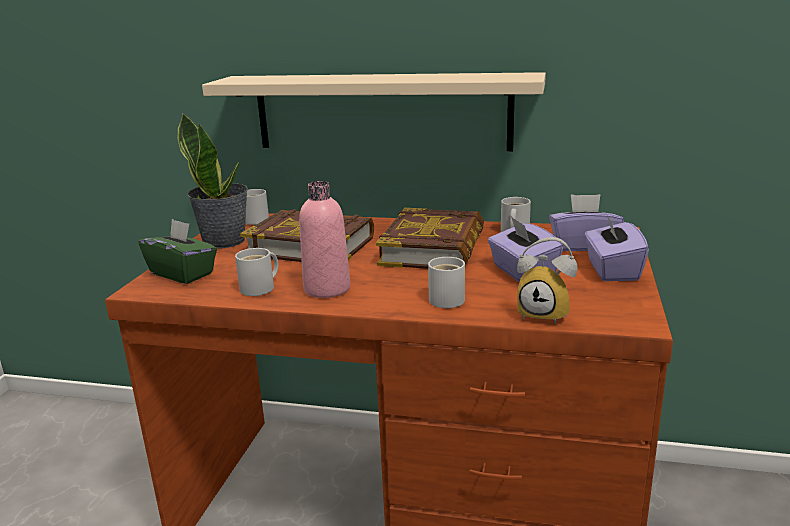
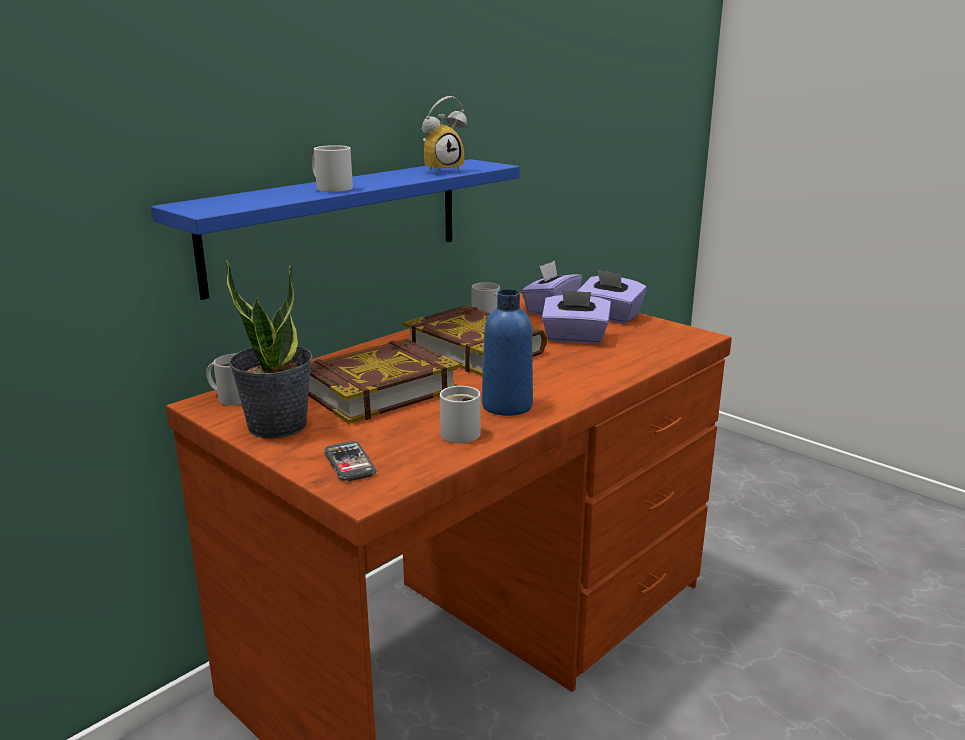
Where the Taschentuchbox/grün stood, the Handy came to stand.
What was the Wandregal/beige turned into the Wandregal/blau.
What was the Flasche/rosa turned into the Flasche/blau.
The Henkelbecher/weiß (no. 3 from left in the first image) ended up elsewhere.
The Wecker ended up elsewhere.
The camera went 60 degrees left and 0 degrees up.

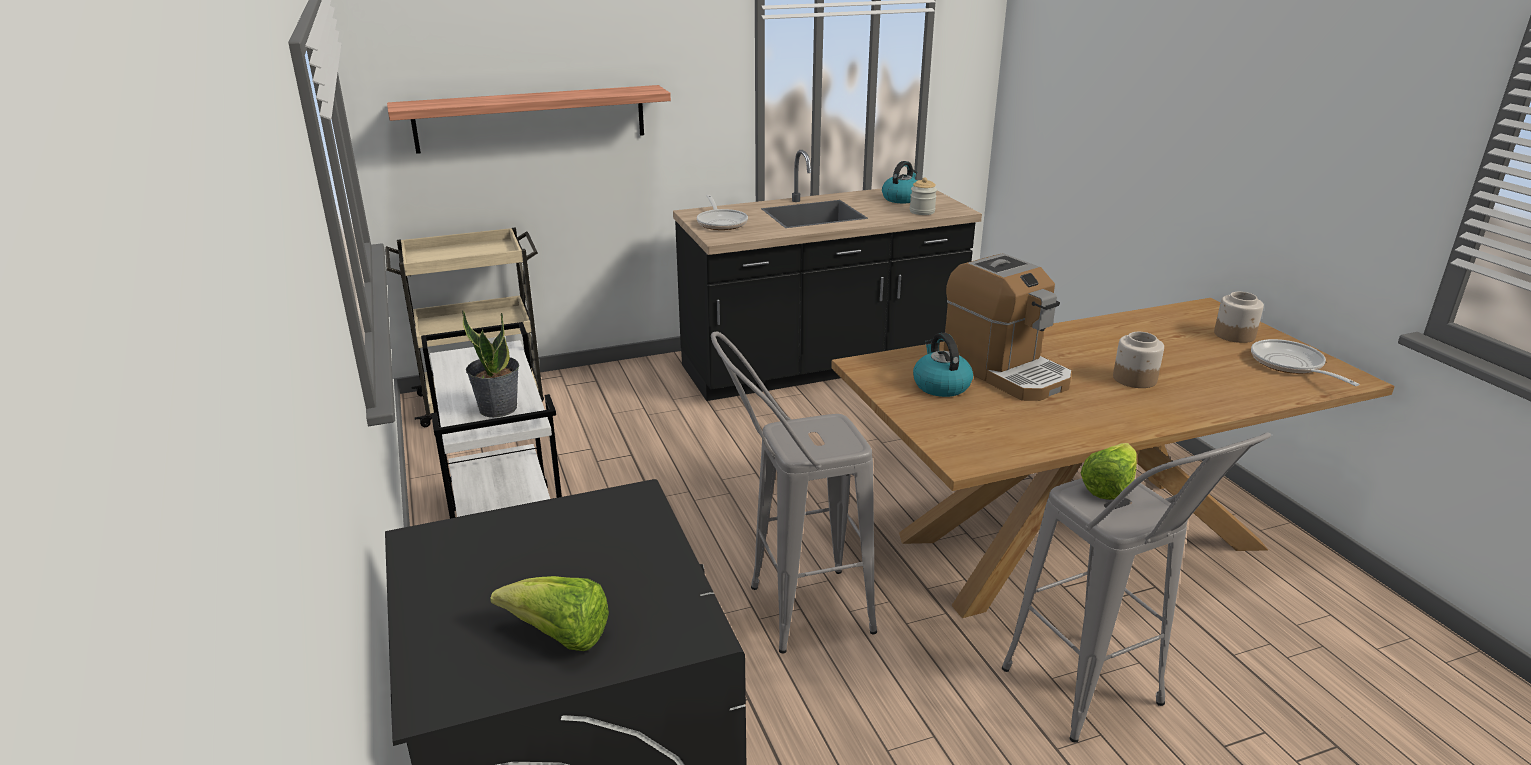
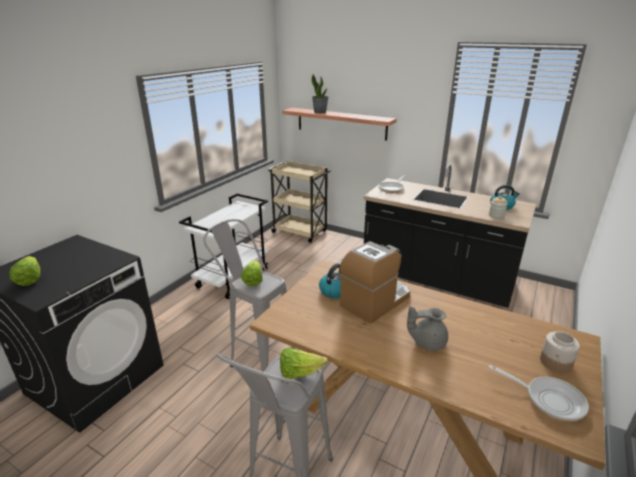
The Topfpflanze ended up elsewhere.
The Kaffeemaschine ended up facing another way, 150 degrees counterclockwise from before.
Where the Vorratsglas (no. 2 from left) stood, the Teekanne/grau came to stand.
The Pfanne (no. 2 from left) ended up facing another way, 90 degrees clockwise from before.
The second view gained the Salatkopf (no. 2 from left).
The camera went 50 degrees right and 0 degrees up.

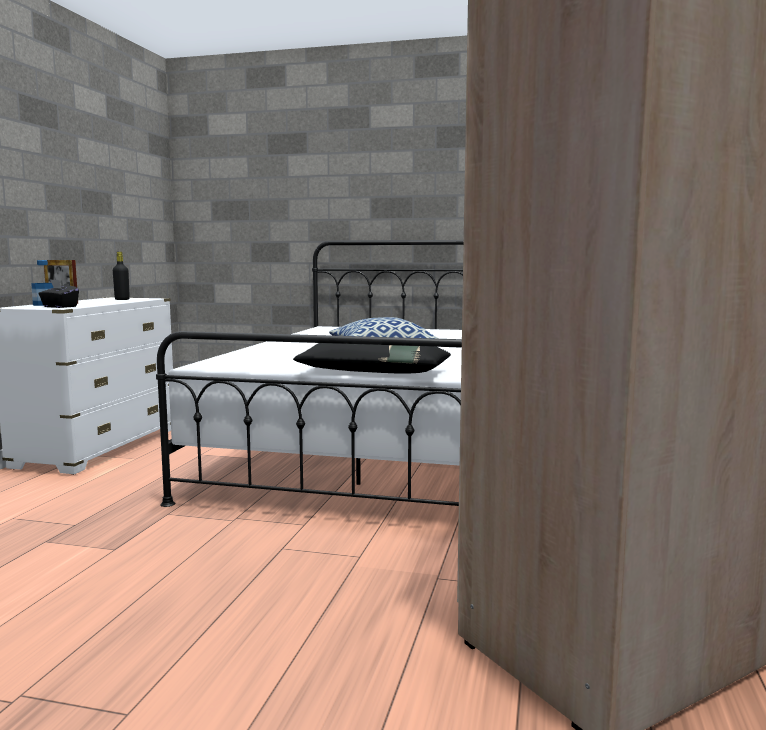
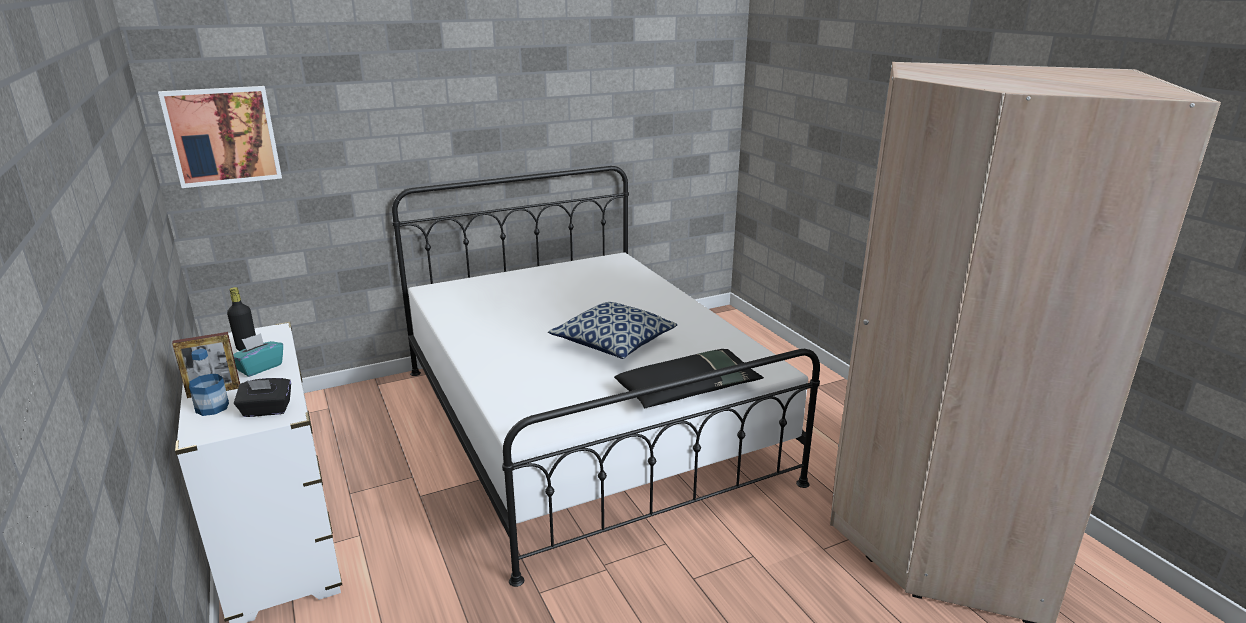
The second view gained the Bild.
The second view gained the Taschentuchbox/türkis.
The camera went 40 degrees left and 15 degrees up.

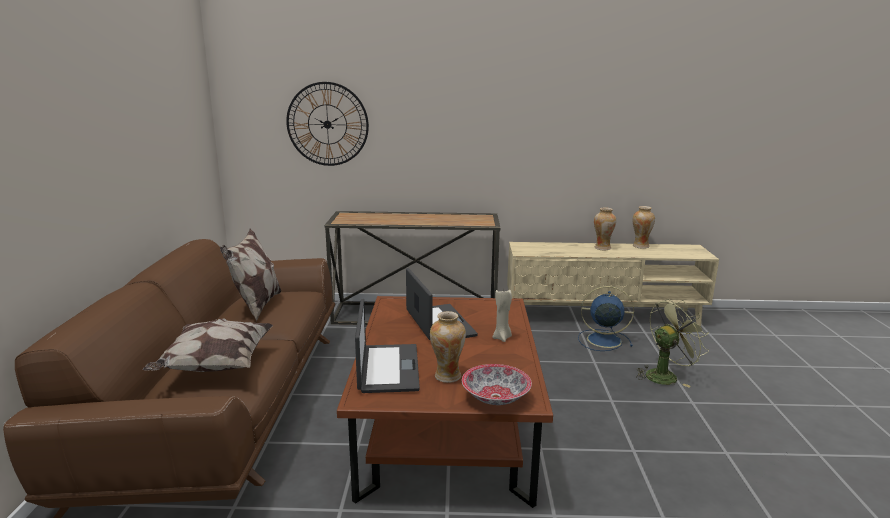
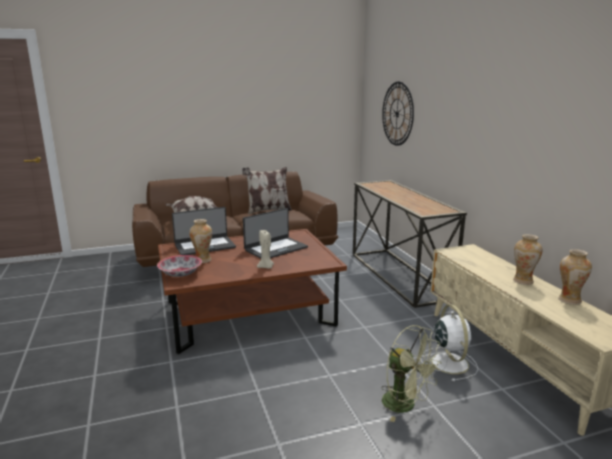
What was the Ventilator/blau turned into the Ventilator/weiß.
The camera went 70 degrees right and 0 degrees up.

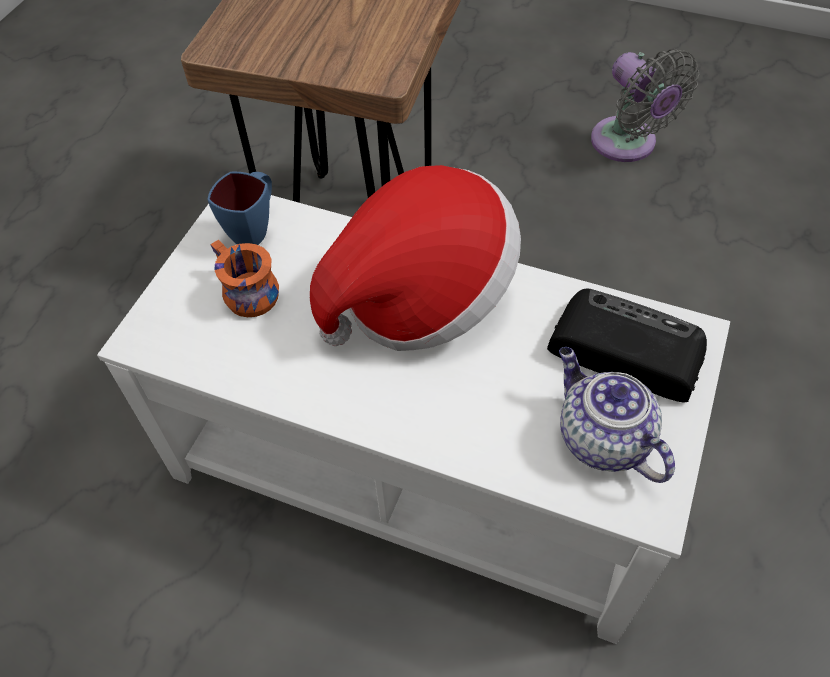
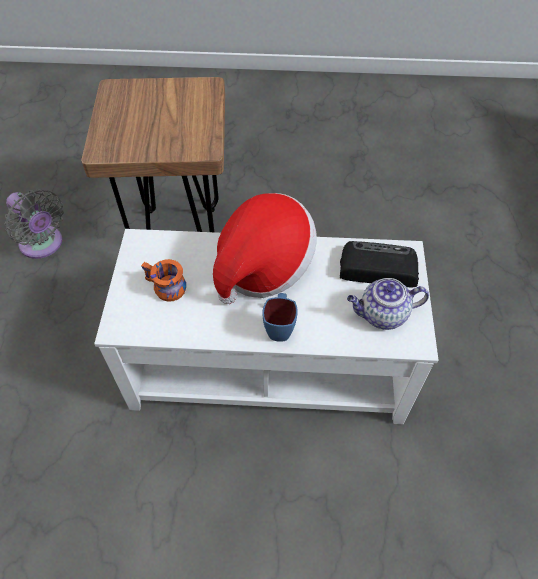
The Henkelbecher/blau ended up elsewhere.
The Teekanne ended up facing another way, 45 degrees counterclockwise from before.
The Ventilator/grau ended up elsewhere.
The camera went 20 degrees left and 0 degrees up.

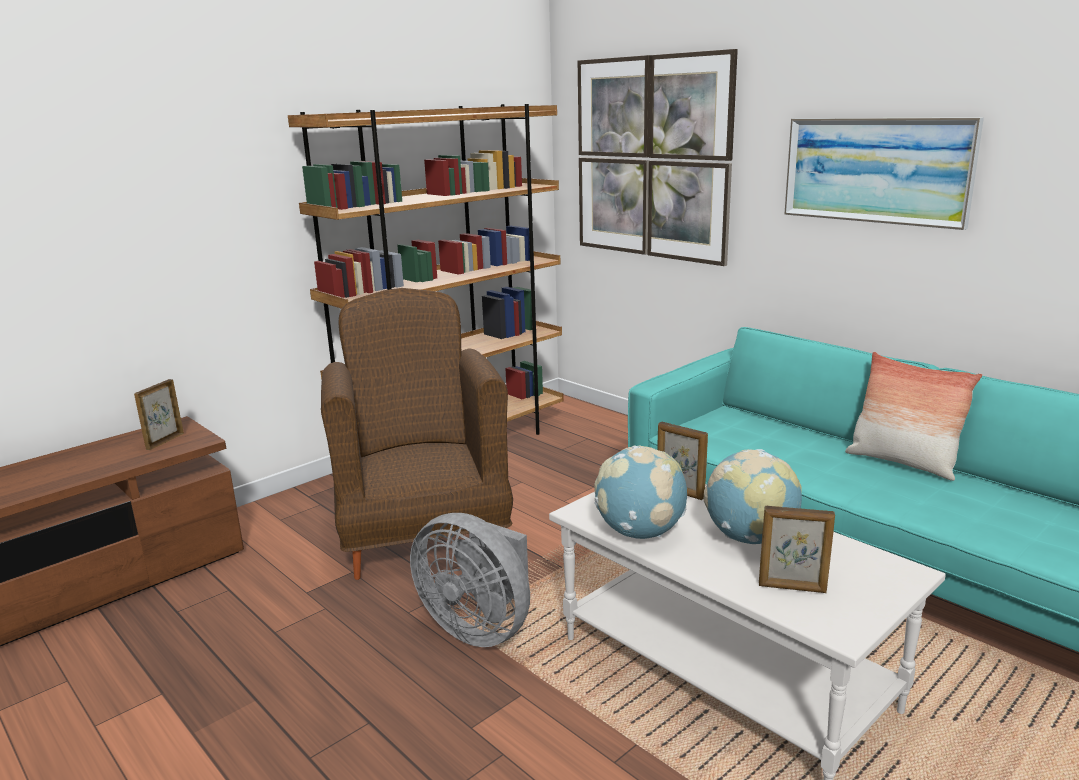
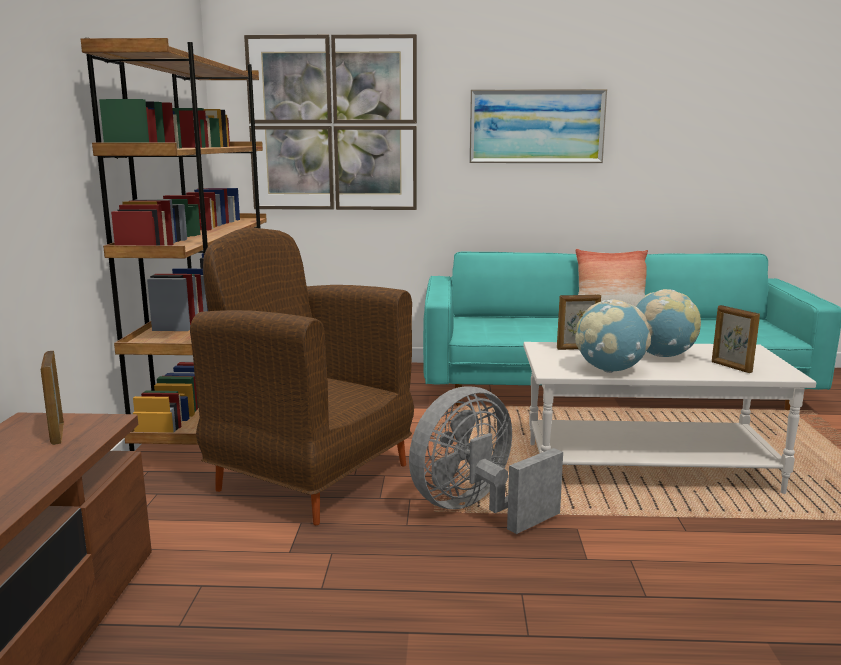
The Ventilator/grau ended up facing another way, 150 degrees clockwise from before.
The Bilderrahmen (no. 3 from left) ended up facing another way, 90 degrees clockwise from before.
The camera went 45 degrees left and 5 degrees down.

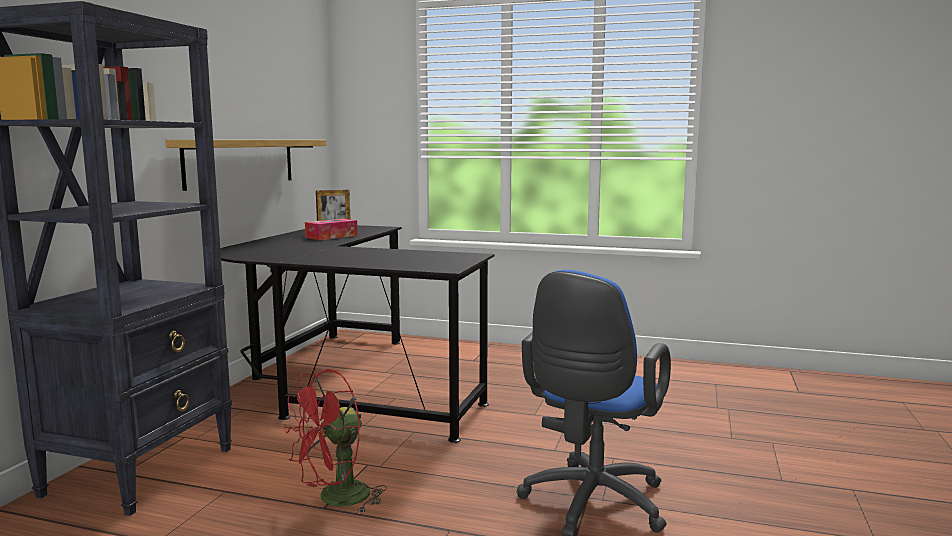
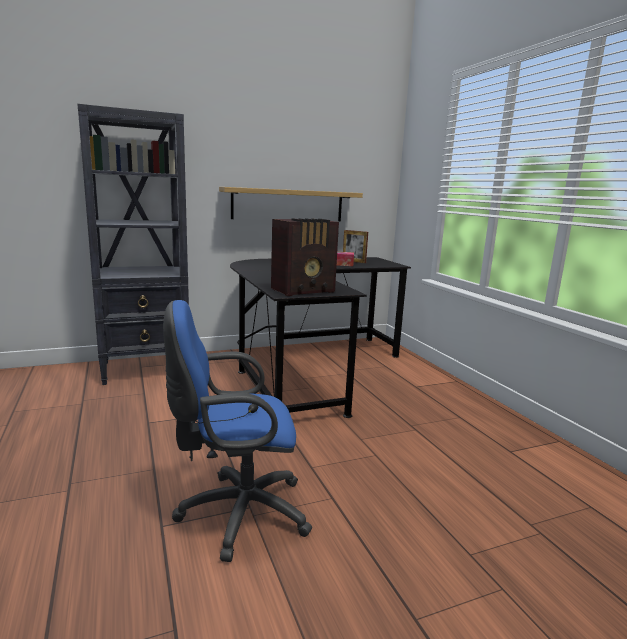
The second view lost the Ventilator/rot.
The second view gained the Radio.
The camera went 50 degrees right and 5 degrees up.

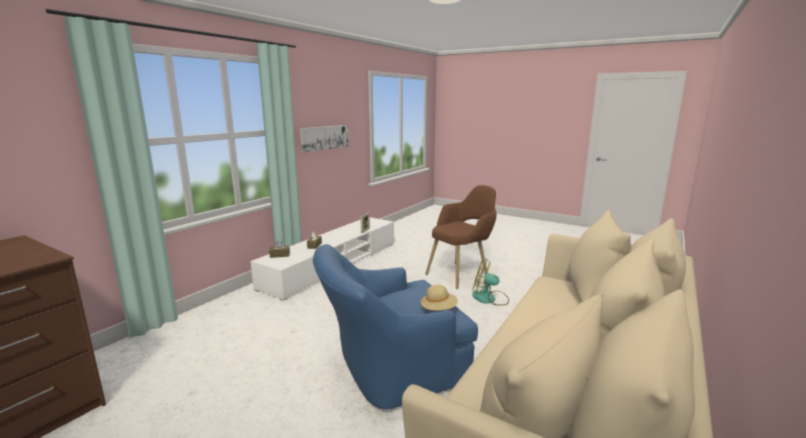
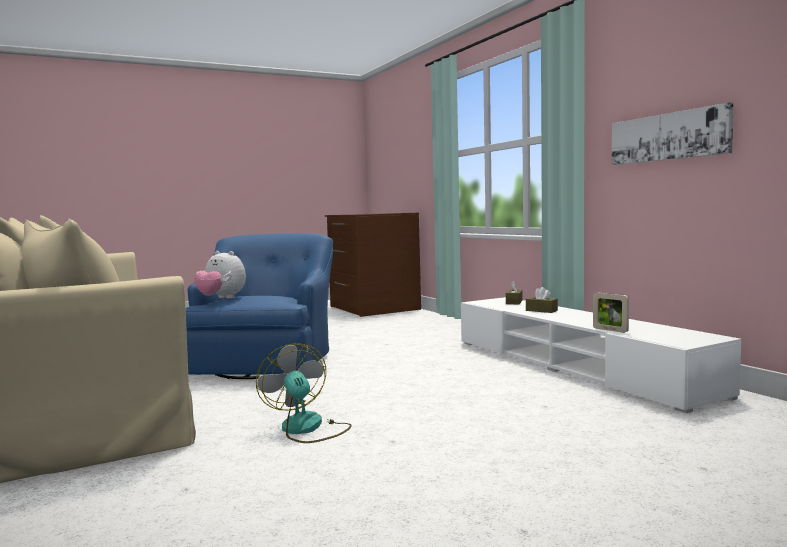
Where the Hut/beige stood, the Plüschtier came to stand.
The second view lost the Sessel/braun.
The Ventilator ended up facing another way, 75 degrees counterclockwise from before.
The camera went 120 degrees right and 10 degrees down.

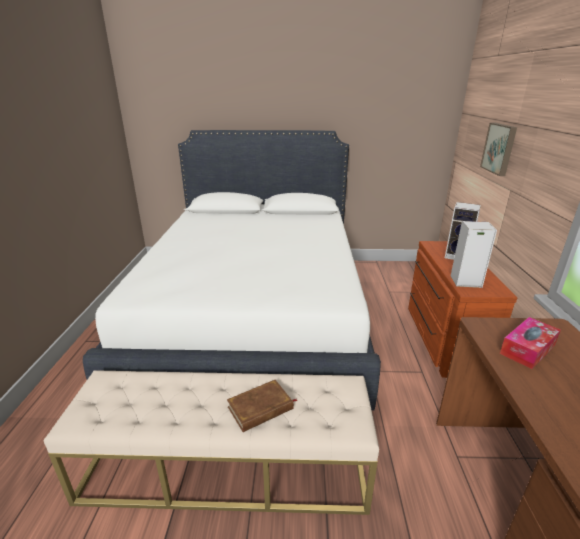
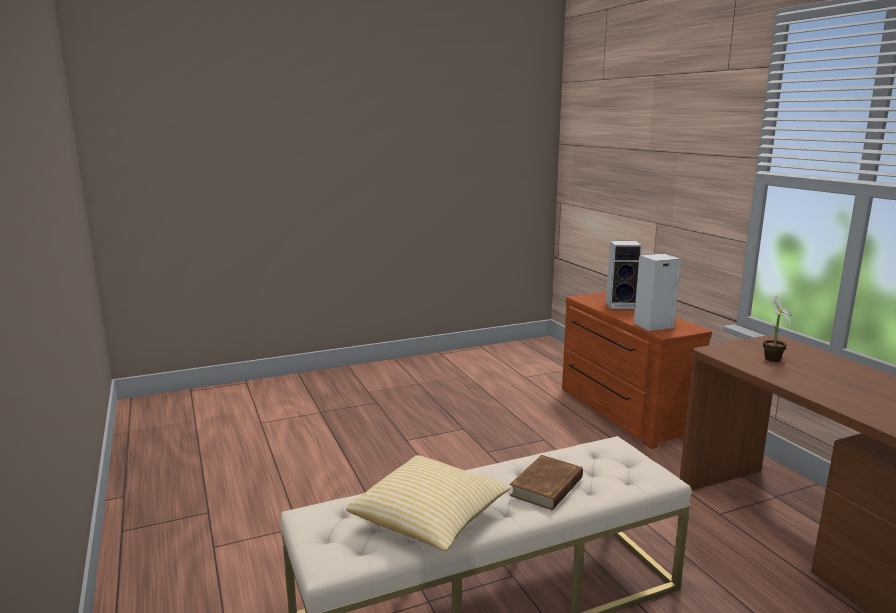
The second view lost the Bett/weiß.
The second view lost the Bild.
Where the Taschentuchbox stood, the Topfpflanze came to stand.
The second view gained the Kissen.
The camera went 25 degrees left and 10 degrees down.

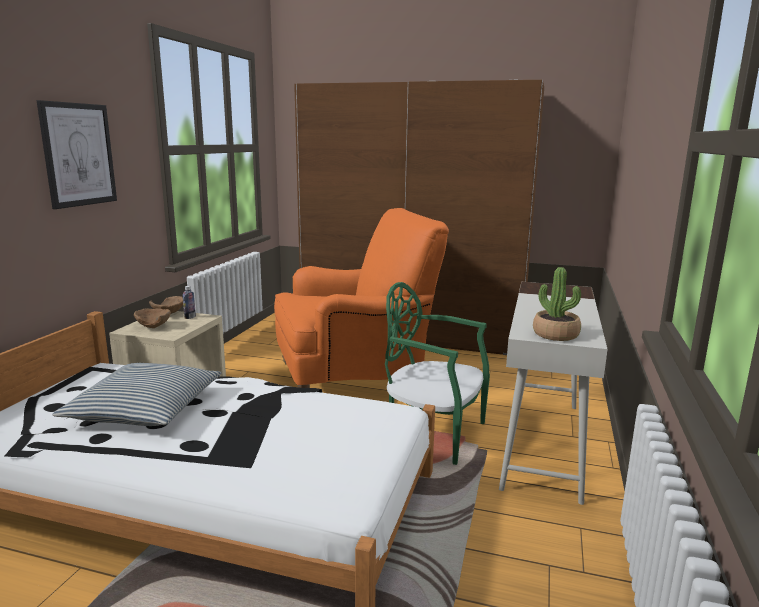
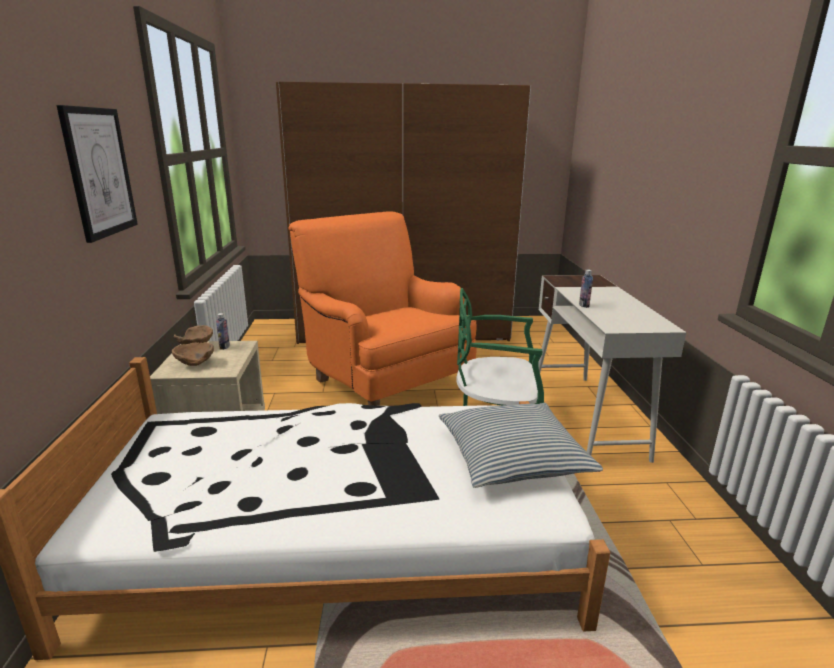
The Kissen ended up elsewhere.
The Sessel/orange ended up facing another way, 90 degrees counterclockwise from before.
The second view lost the Topfpflanze.
The second view gained the Flasche (no. 2 from left).
The camera went 20 degrees left and 5 degrees up.

